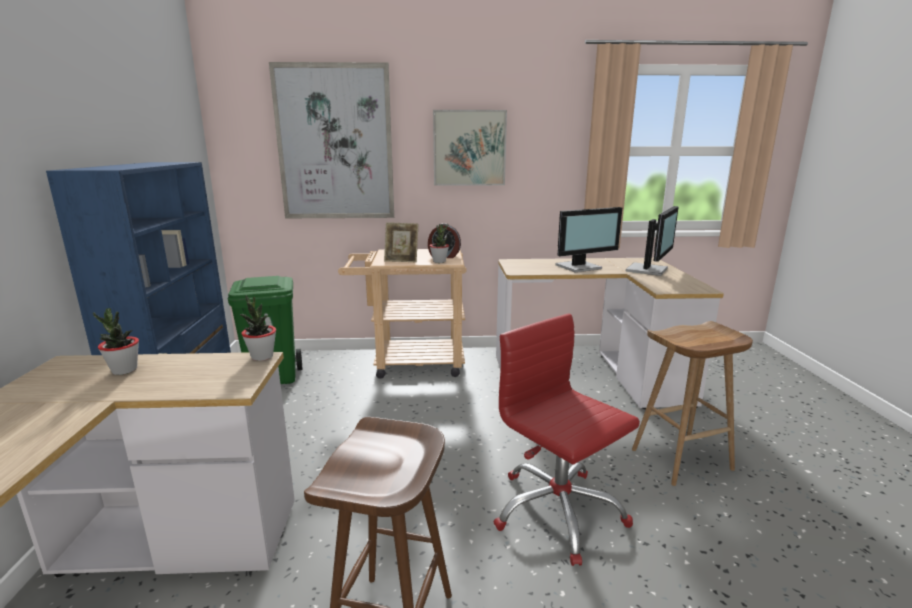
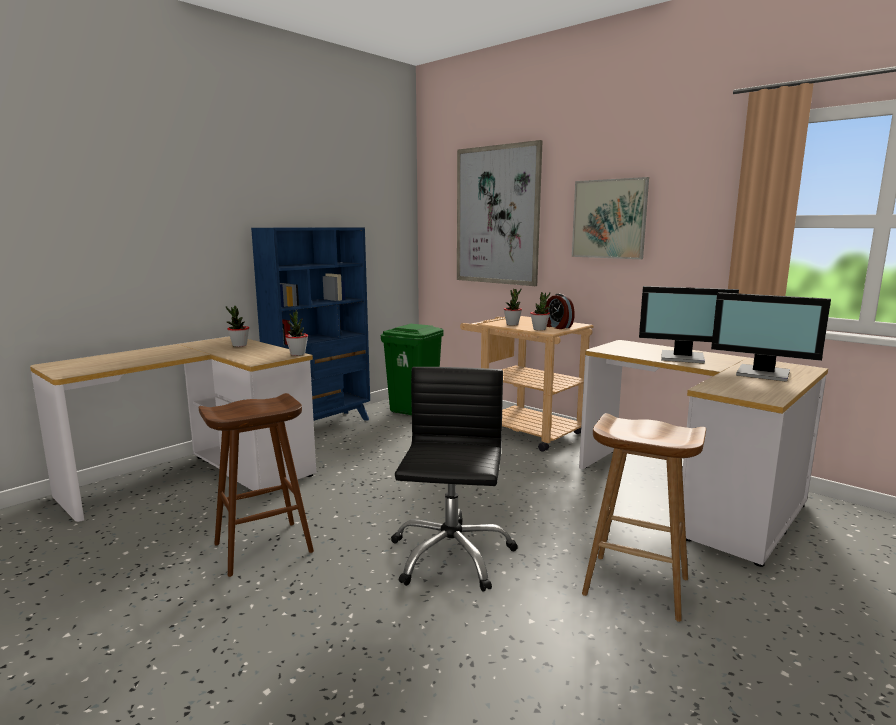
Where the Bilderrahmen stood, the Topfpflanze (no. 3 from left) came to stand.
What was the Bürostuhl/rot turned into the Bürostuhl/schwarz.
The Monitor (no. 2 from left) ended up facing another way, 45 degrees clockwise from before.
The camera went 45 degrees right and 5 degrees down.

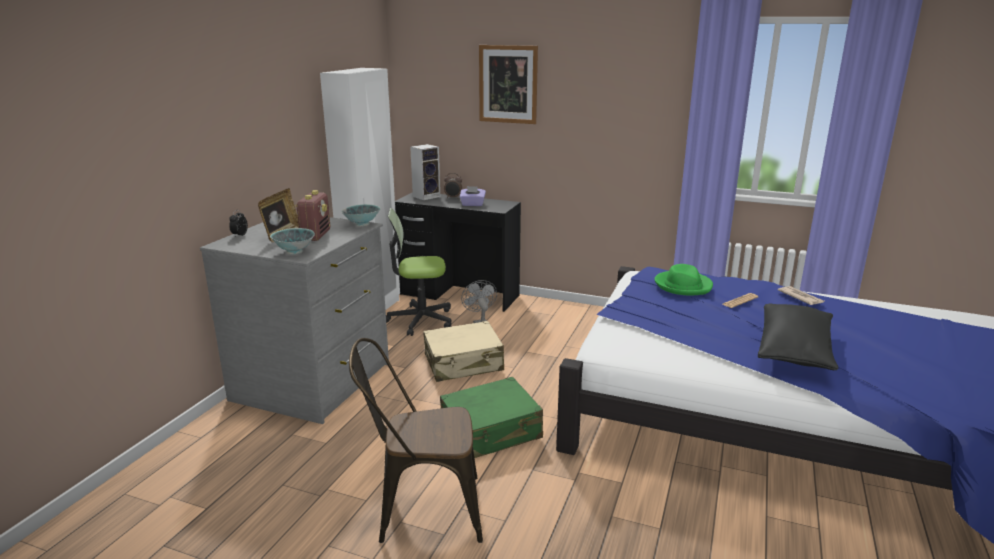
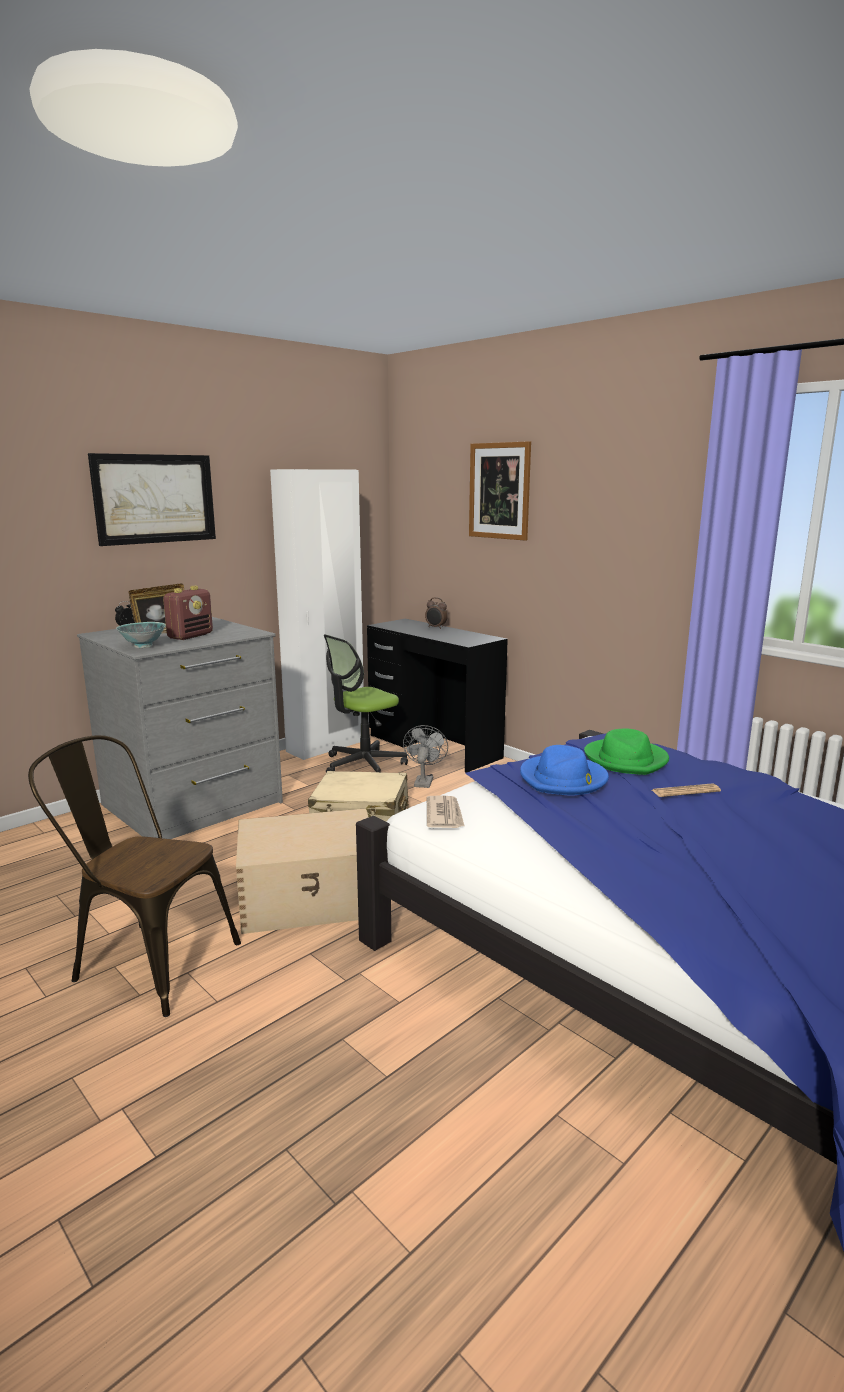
The second view lost the Schüssel (no. 2 from left).
The Bürostuhl ended up facing another way, 60 degrees counterclockwise from before.
The second view lost the Lautsprecher.
Where the Koffer/grün stood, the Aufbewahrungsbox/beige came to stand.
The second view lost the Taschentuchbox/lila.
The second view lost the Kissen/schwarz.
The Zeitung (no. 2 from left in the first image) ended up elsewhere.
The second view gained the Bild (no. 1 from left).
The second view gained the Hut/blau.
The camera went 25 degrees right and 5 degrees down.

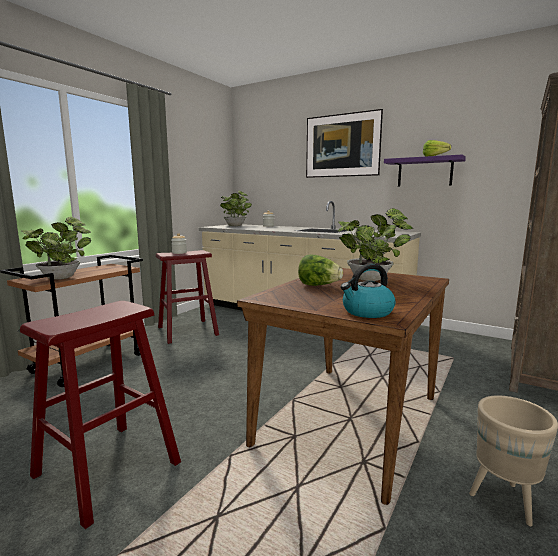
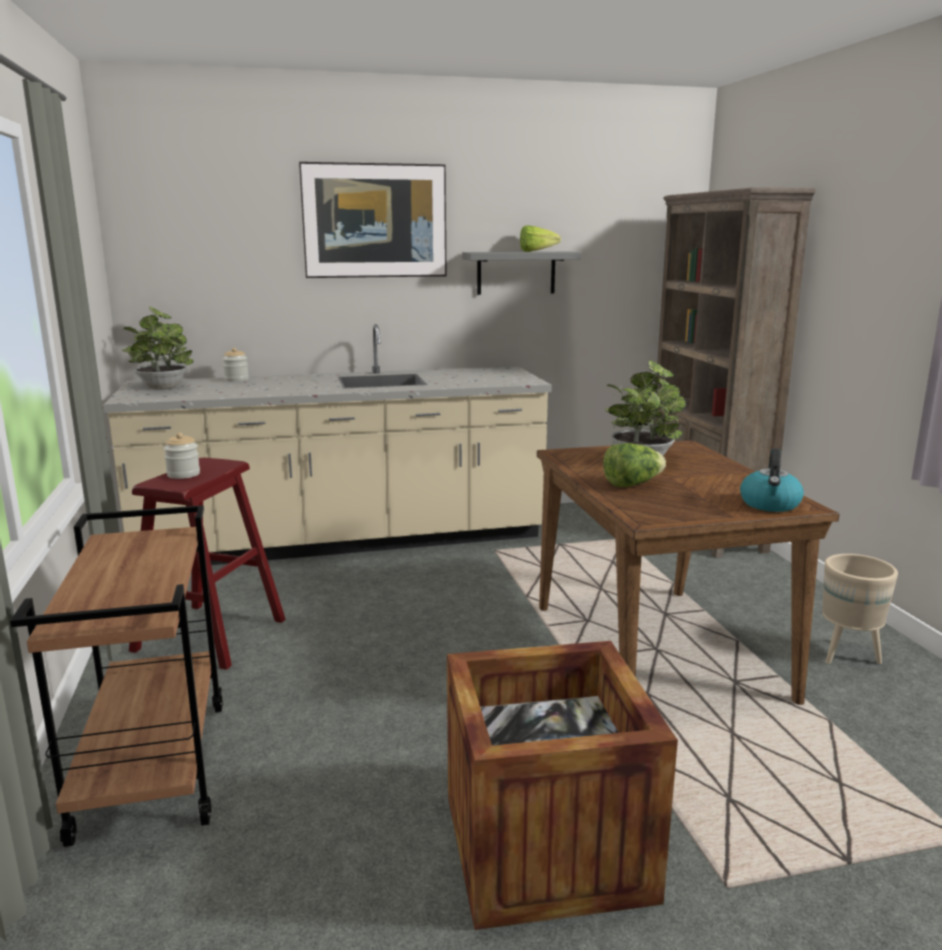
Where the Hocker/rot (no. 1 from left) stood, the Kiste came to stand.
The second view lost the Topfpflanze (no. 1 from left).
What was the Wandregal/lila turned into the Wandregal/grau.
The camera went 45 degrees left and 5 degrees up.

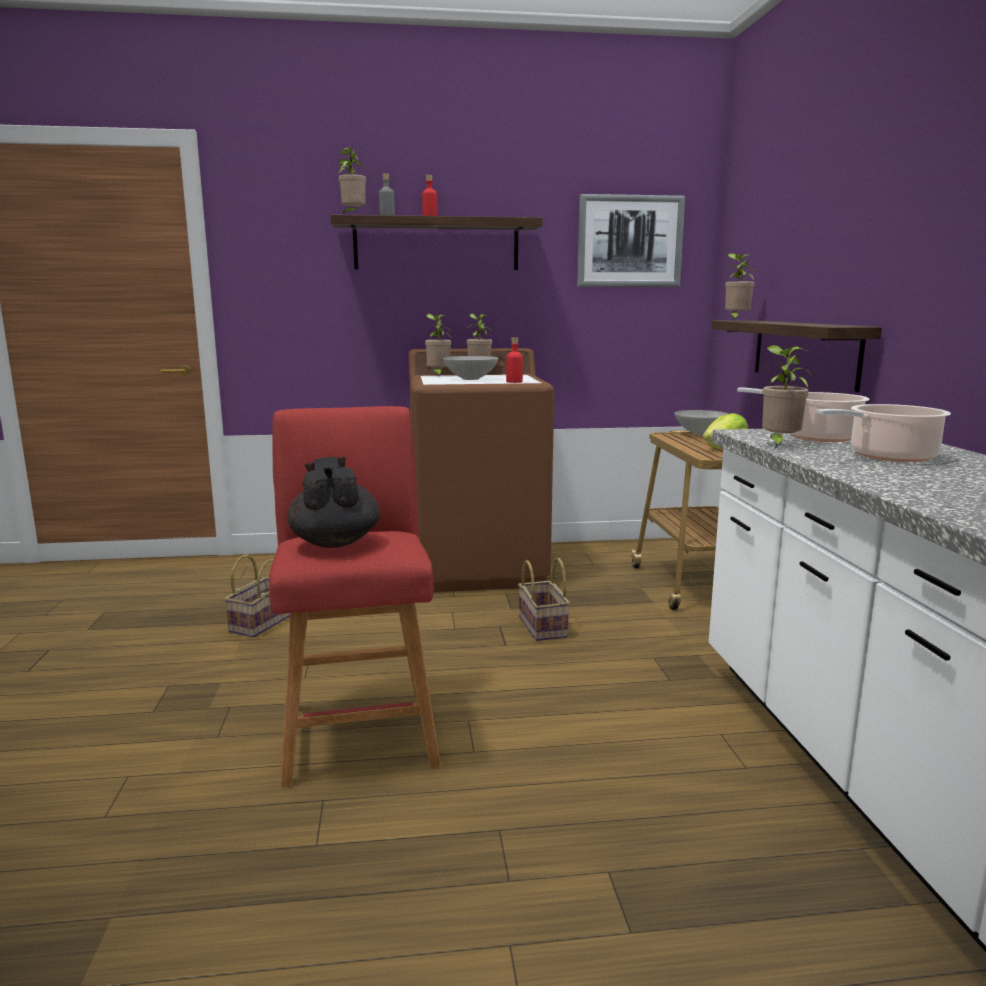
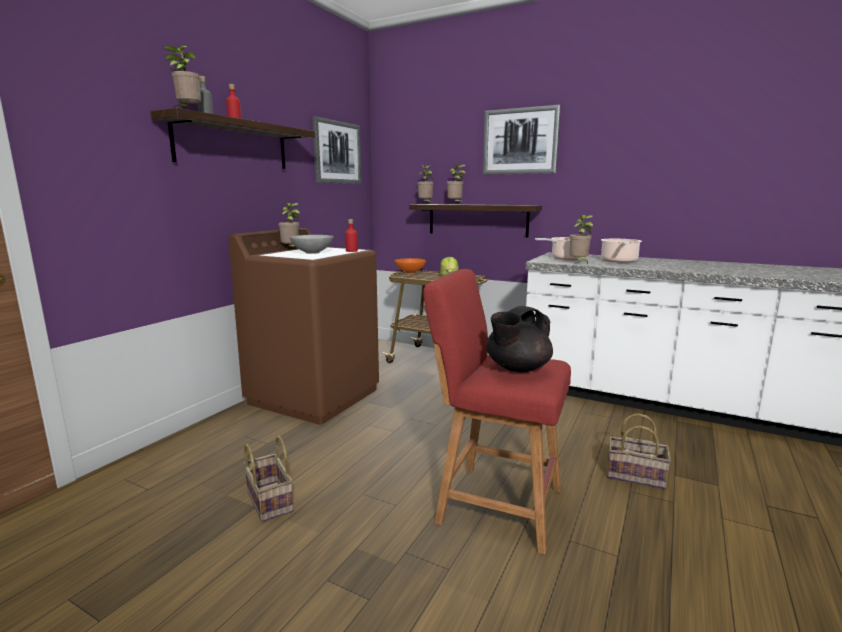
The Teekanne/schwarz ended up facing another way, 60 degrees counterclockwise from before.
The Topfpflanze (no. 2 from left in the first image) ended up elsewhere.
The Korb (no. 2 from left) ended up elsewhere.
What was the Schüssel/grau (no. 2 from left) turned into the Schüssel/orange.
The second view gained the Bild (no. 2 from left).
The camera went 55 degrees left and 0 degrees up.

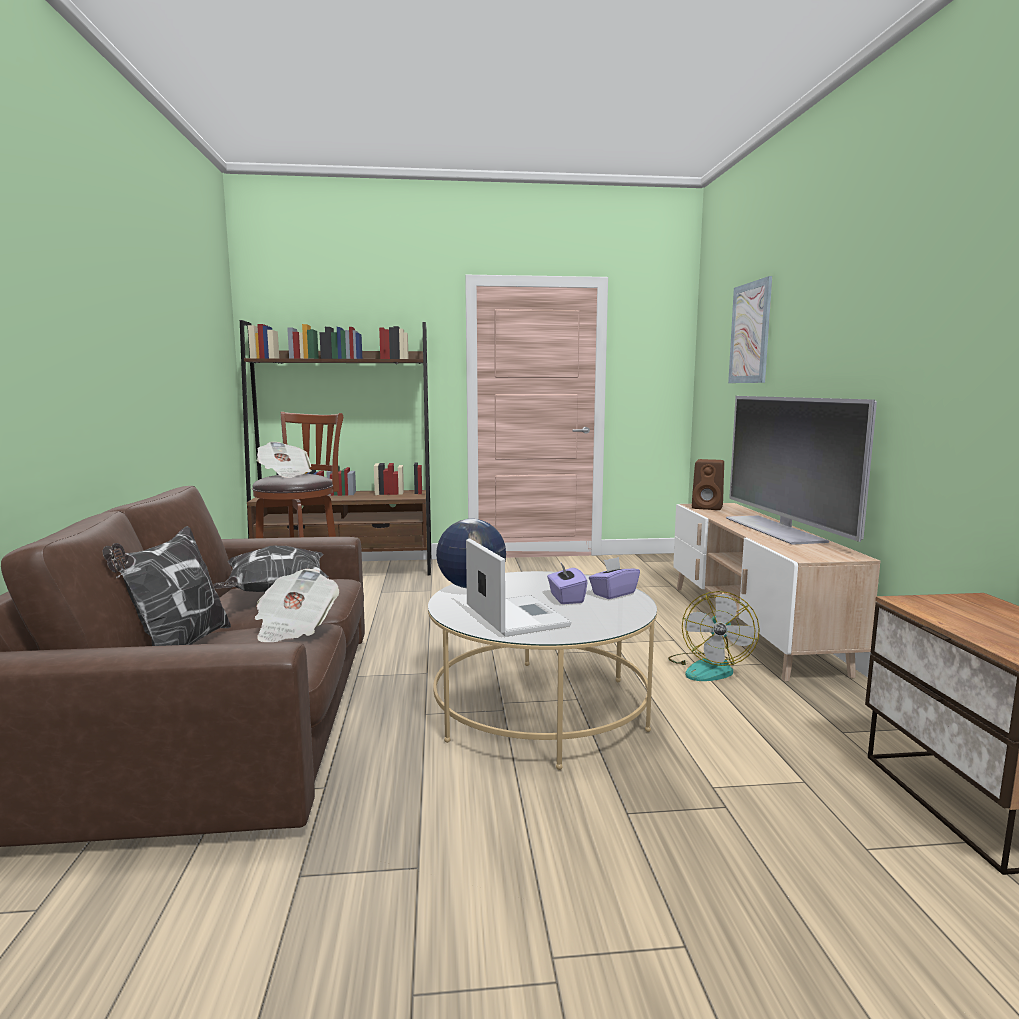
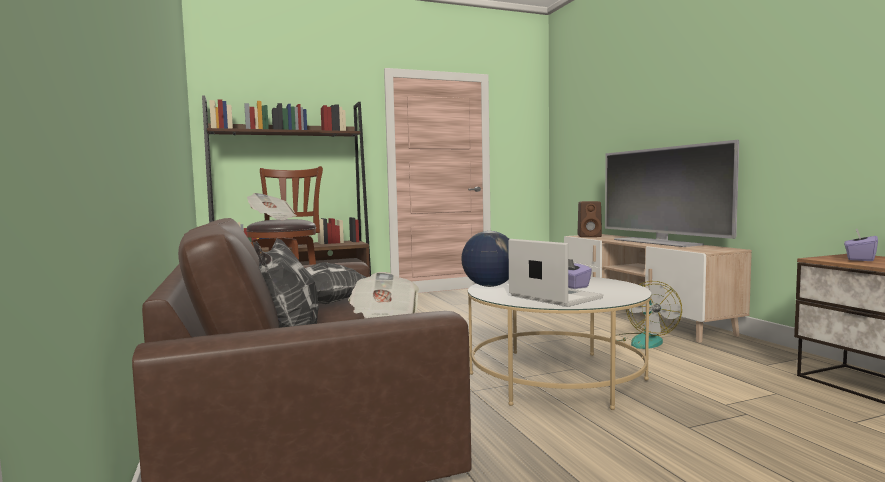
The Taschentuchbox/lila (no. 2 from left) ended up elsewhere.
The second view lost the Bild.
The camera went 15 degrees left and 5 degrees down.

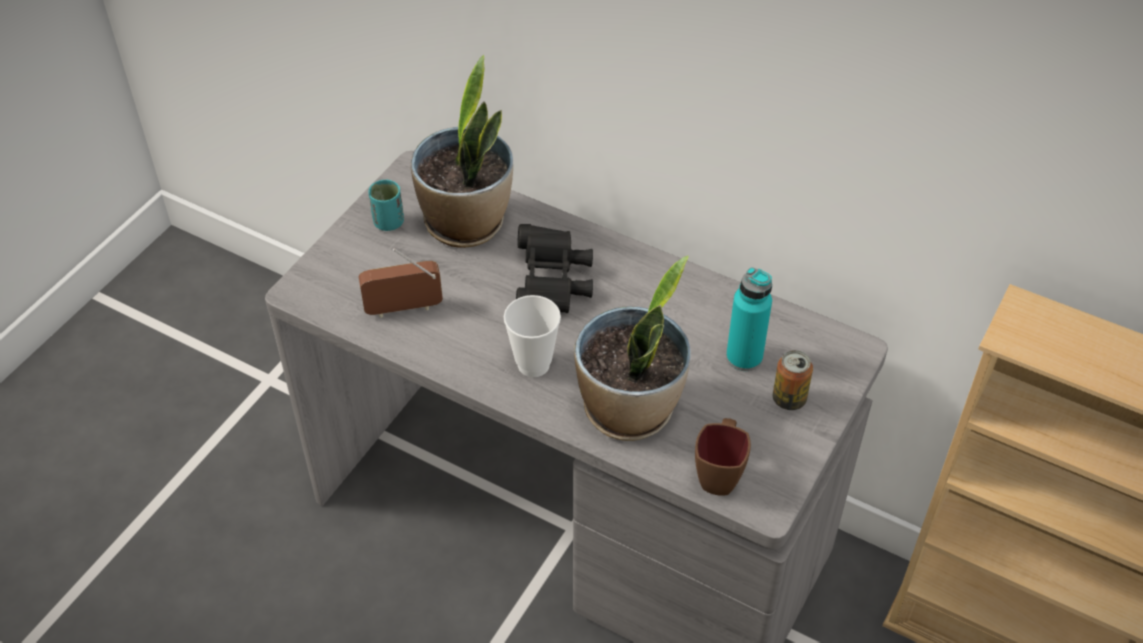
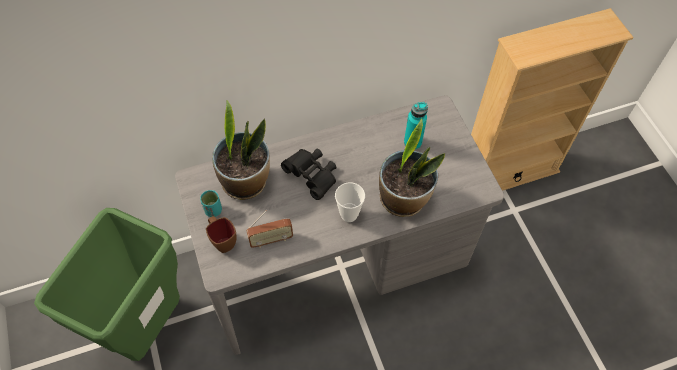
The Radio ended up facing another way, 135 degrees counterclockwise from before.
The Henkelbecher/braun ended up elsewhere.
The second view lost the Dose.
The second view gained the Mülleimer/grün.
The camera went 50 degrees left and 10 degrees up.

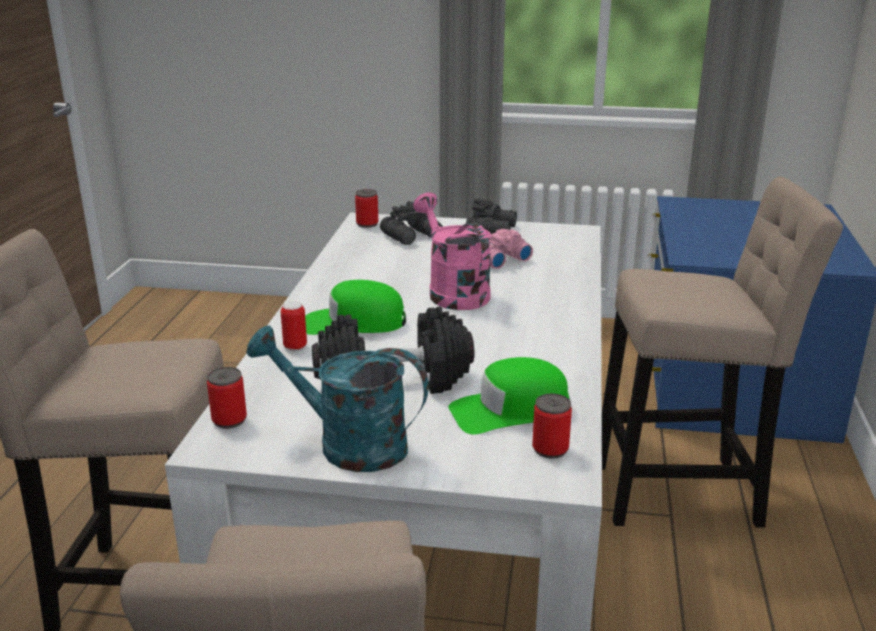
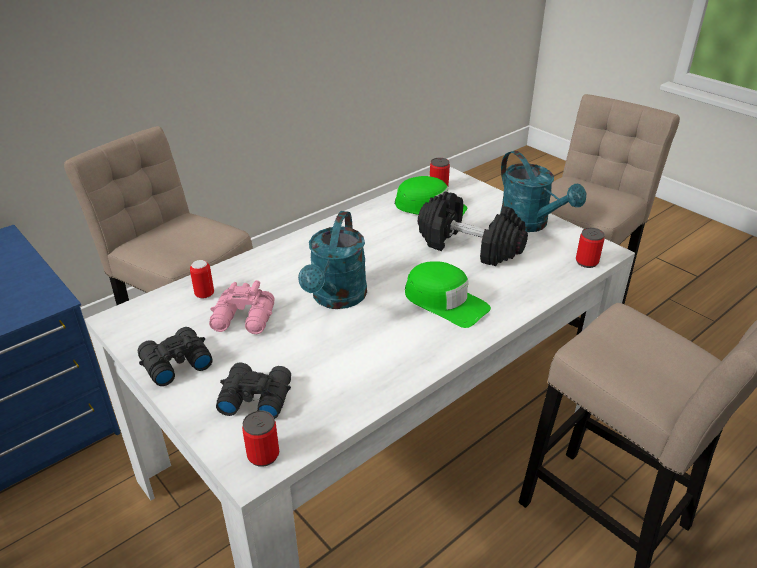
The Dose (no. 2 from left in the first image) ended up elsewhere.
What was the Gießkanne/rosa turned into the Gießkanne/türkis (no. 1 from left).
The camera went 140 degrees left and 10 degrees up.

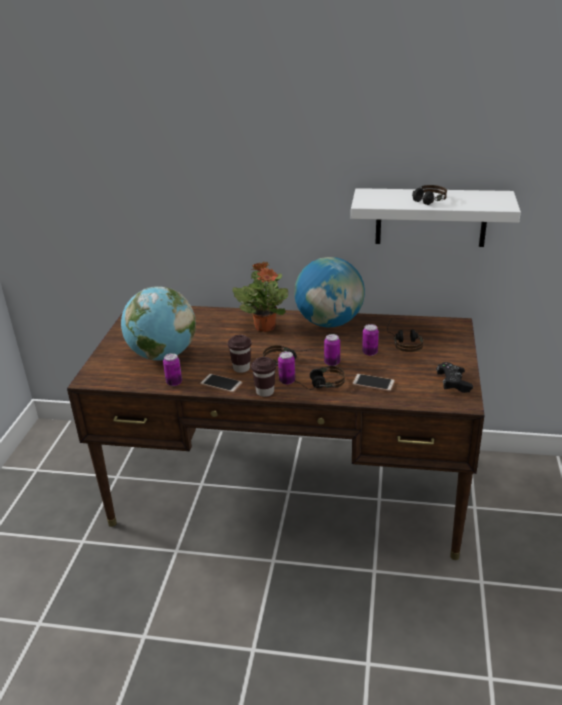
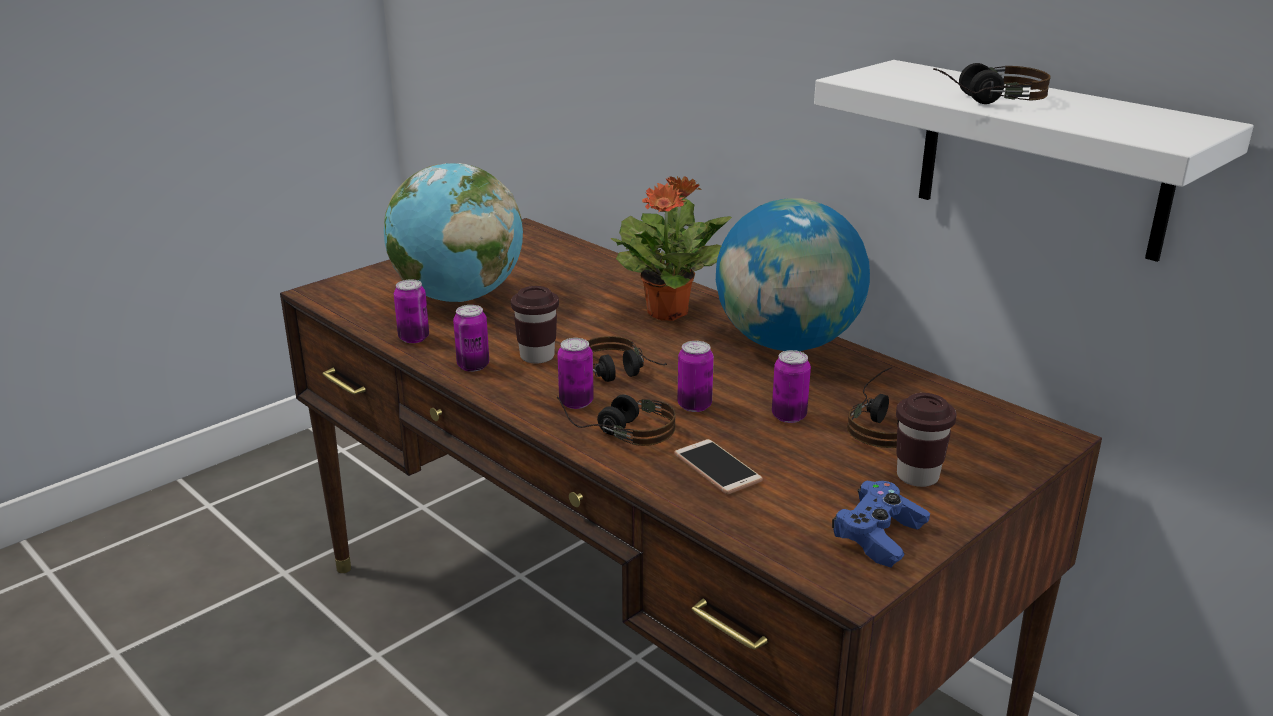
Where the Handy (no. 1 from left) stood, the Dose (no. 2 from left) came to stand.
The Tasse/braun (no. 2 from left) ended up elsewhere.
What was the Gamepad/schwarz turned into the Gamepad/blau.
The camera went 35 degrees right and 5 degrees down.

